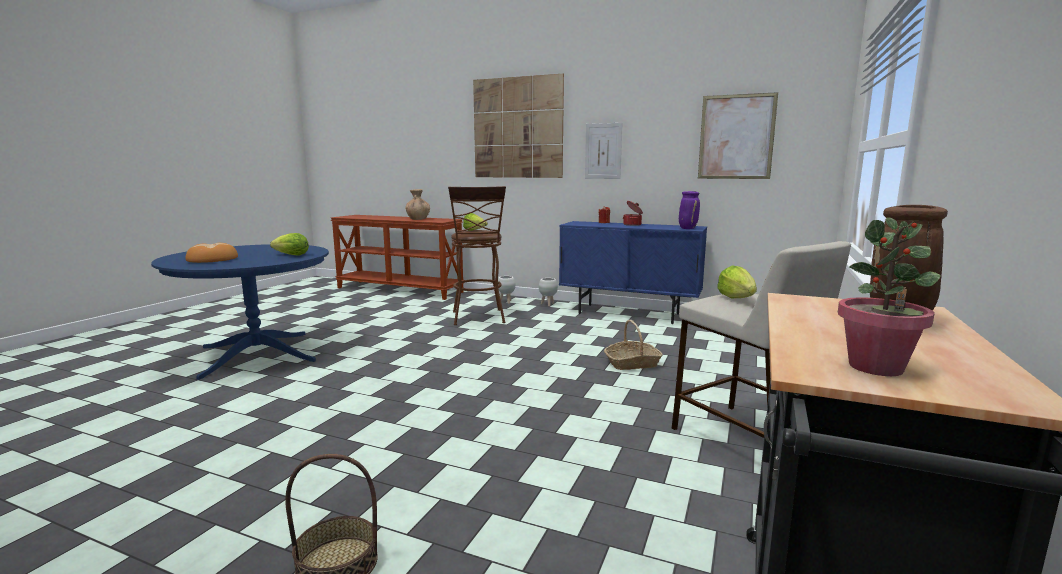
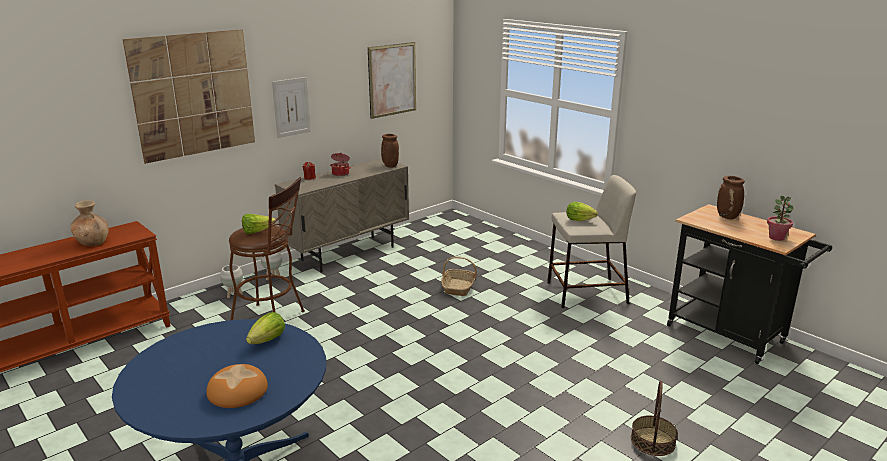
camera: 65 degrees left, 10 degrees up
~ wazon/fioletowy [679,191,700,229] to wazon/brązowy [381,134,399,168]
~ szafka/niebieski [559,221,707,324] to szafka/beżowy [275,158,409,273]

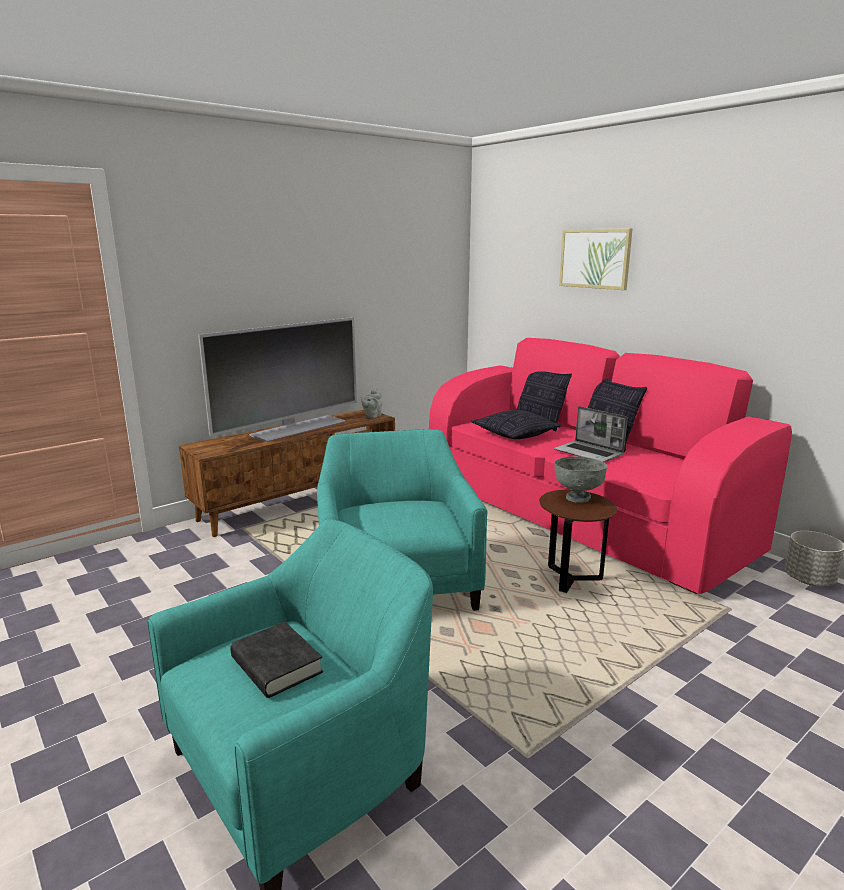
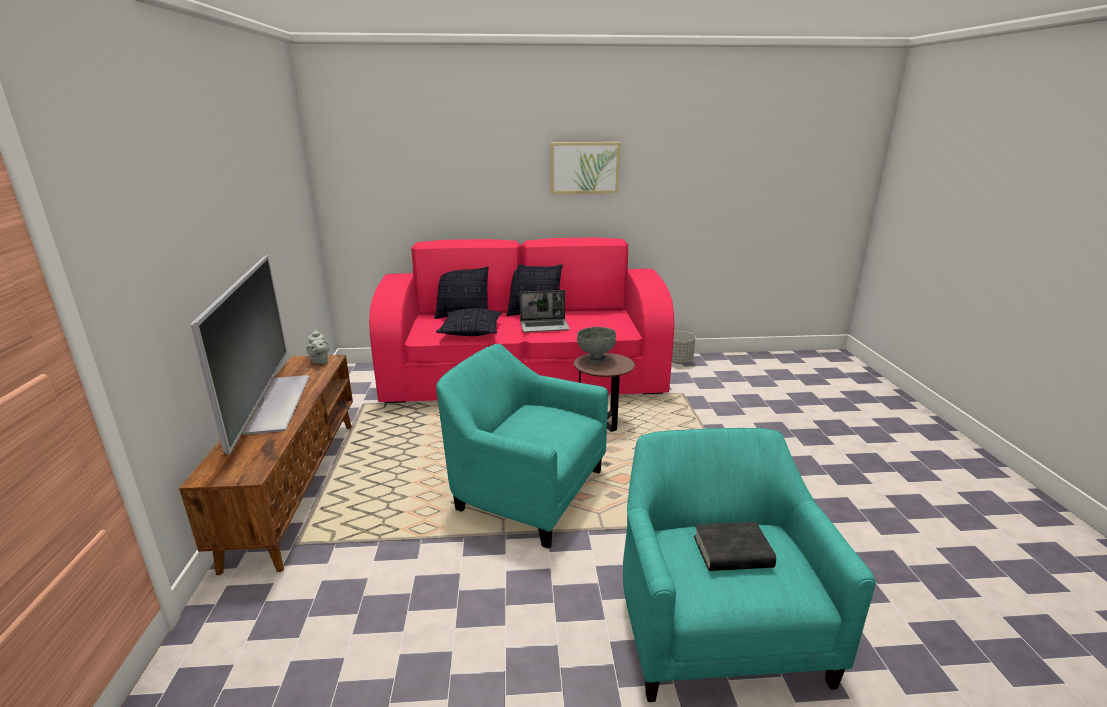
camera: 55 degrees left, 5 degrees up
~ obraz [559,228,633,290] to [551,142,620,194]

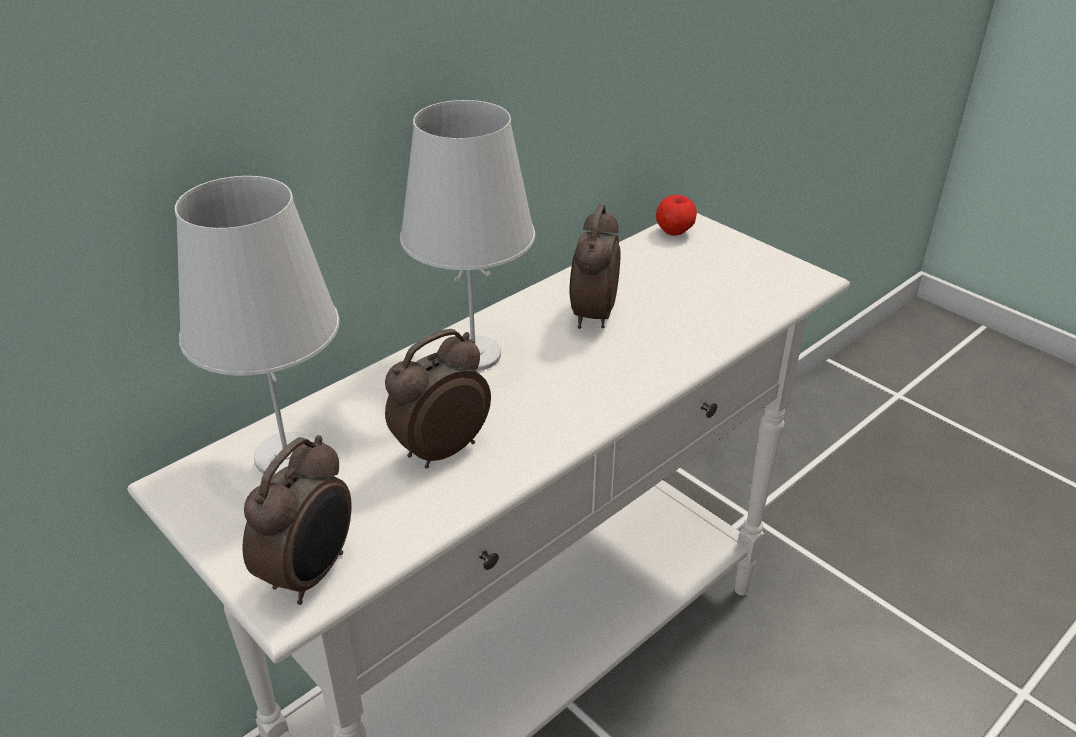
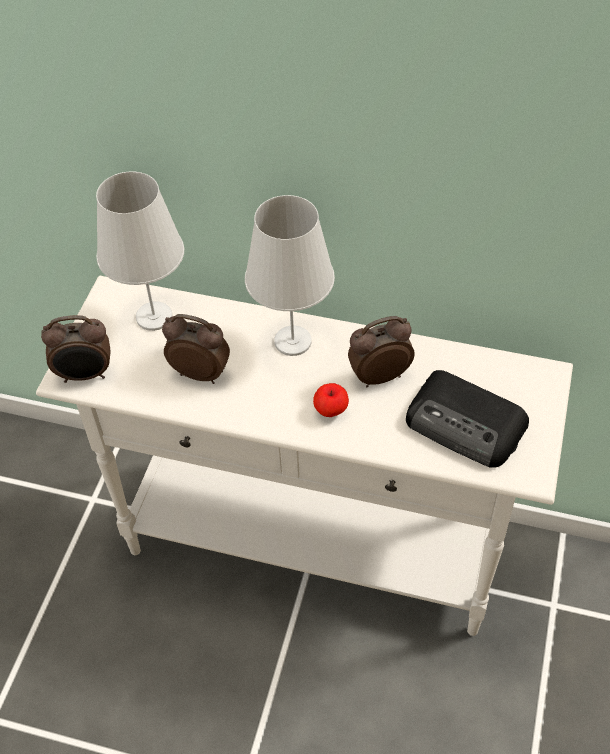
camera: 60 degrees right, 15 degrees up
~ jabłko [656,195,697,236] to [313,383,349,417]
+ radio [406,370,529,468]

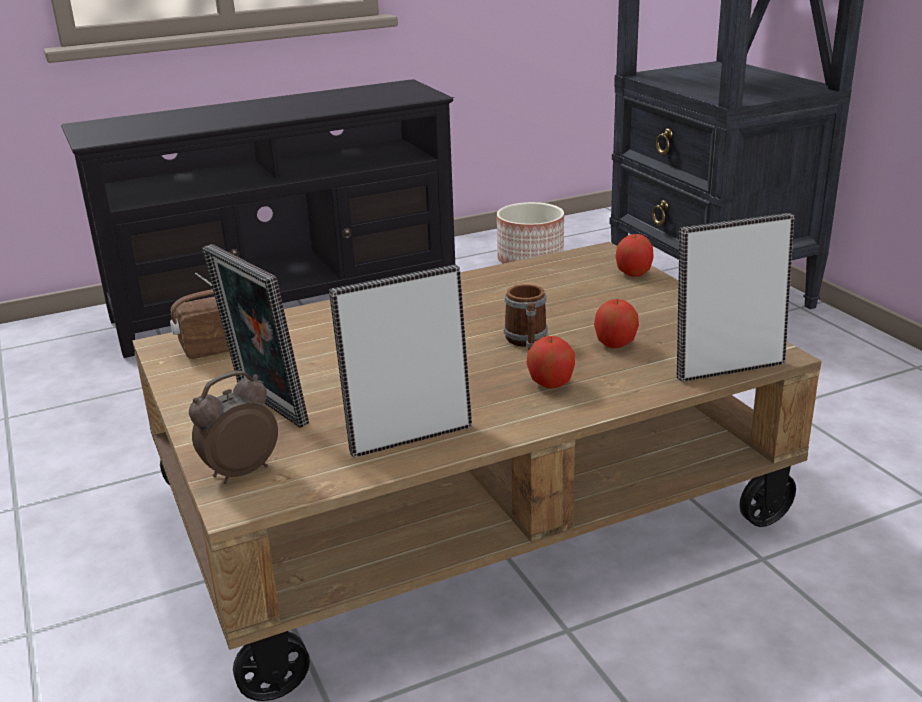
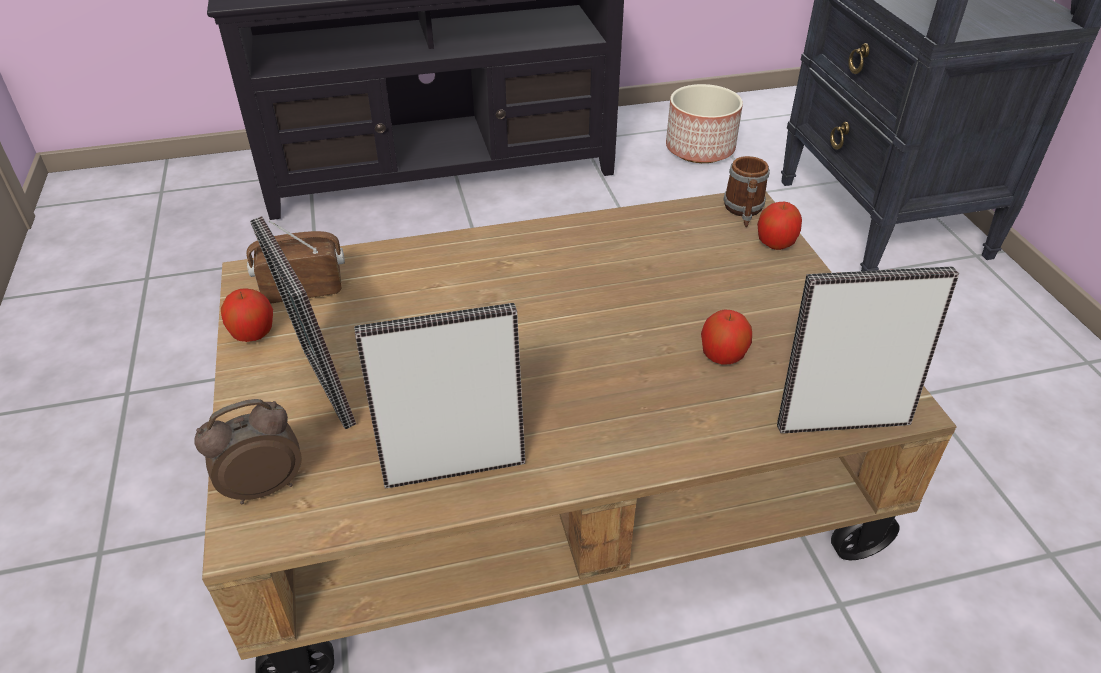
camera: 10 degrees right, 15 degrees up
~ kubek [504,284,548,350] to [723,156,770,227]
~ jabłko [526,336,575,388] to [221,288,273,342]

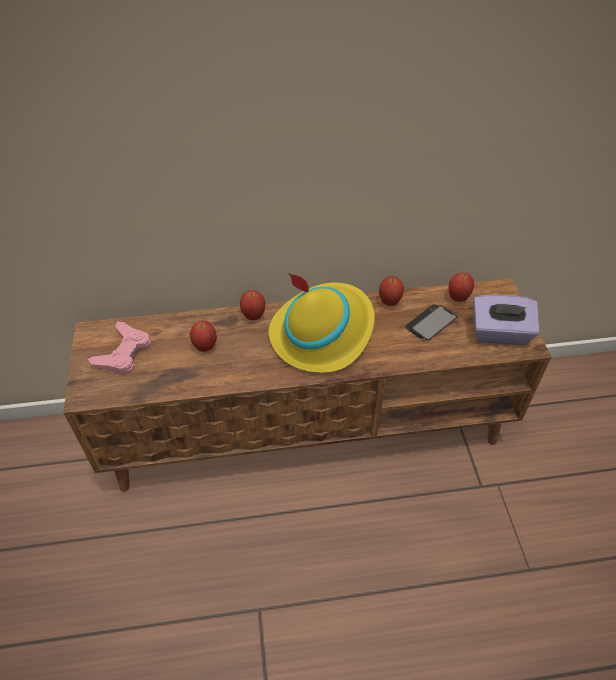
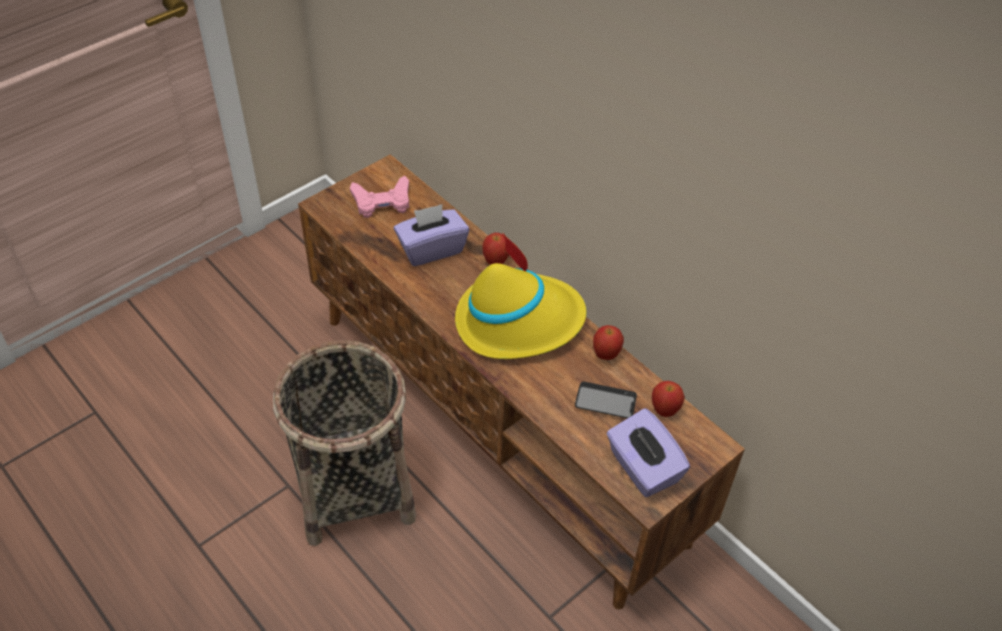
camera: 55 degrees right, 0 degrees up
~ jabłko [190,320,217,352] to pudełko chusteczek/fioletowy [394,204,469,266]
+ koszyk [273,340,416,546]

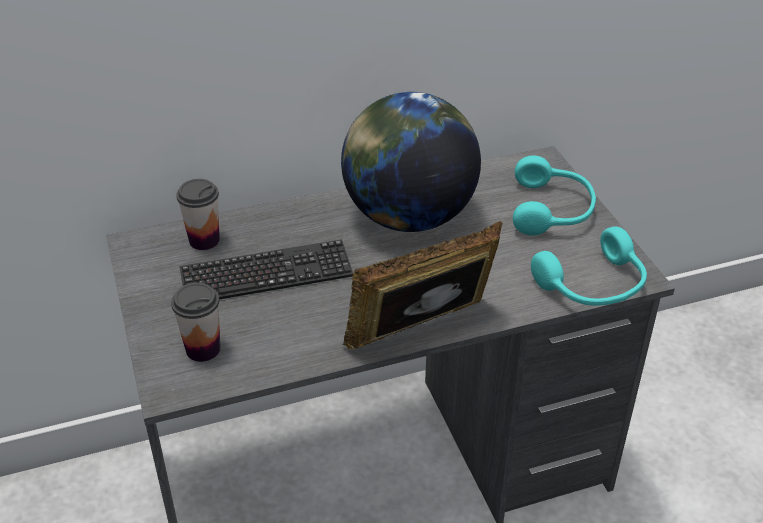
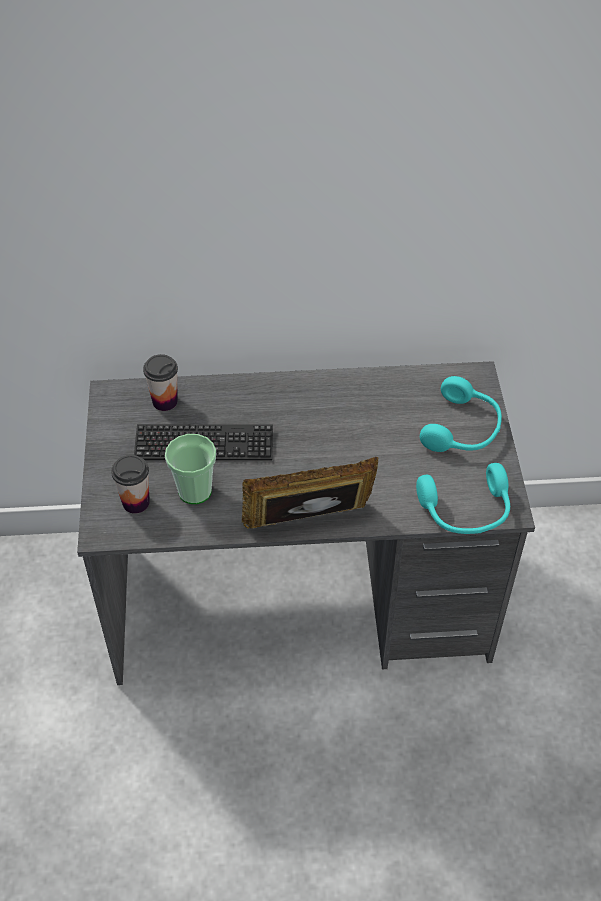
camera: 15 degrees right, 10 degrees up
- globus [341,92,481,232]
+ filiżanka [165,434,216,504]

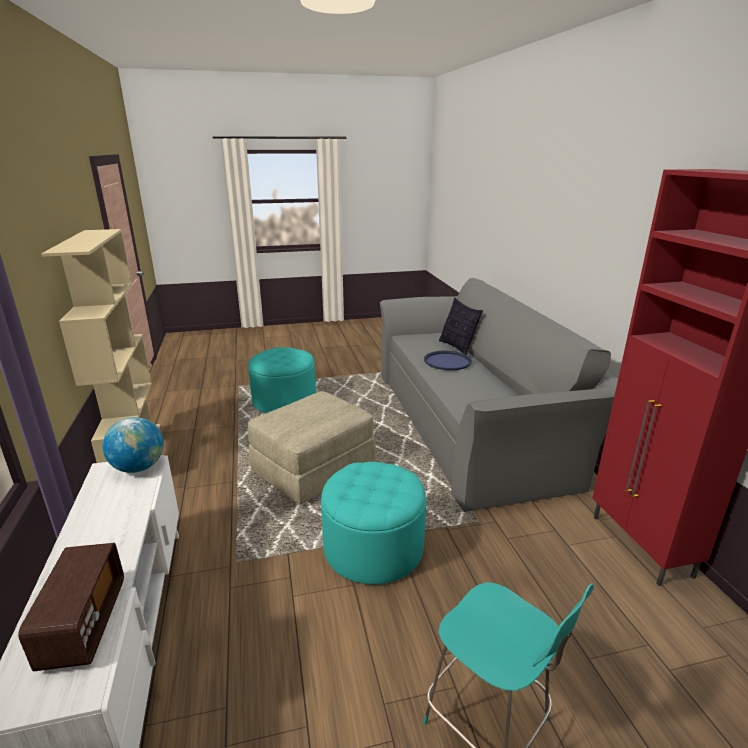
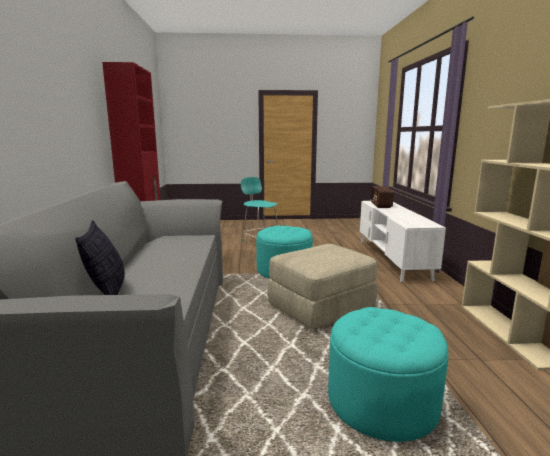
camera: 170 degrees left, 10 degrees down
- taca/niebieski [424,351,472,370]
- globus [103,417,164,473]

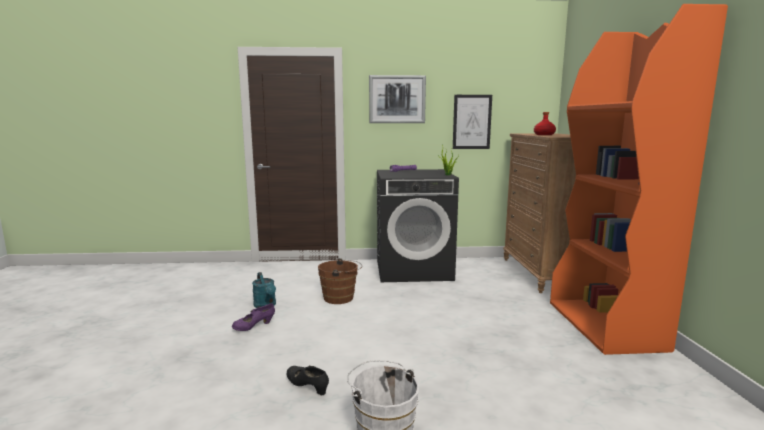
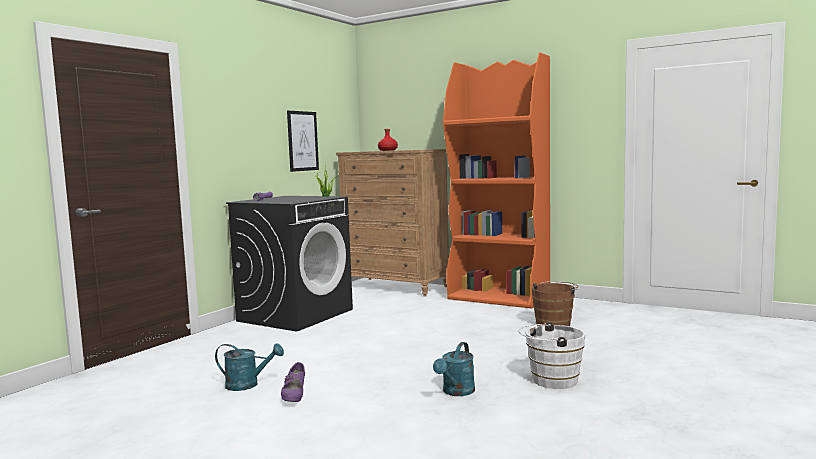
camera: 55 degrees left, 5 degrees down
- obraz [369,75,426,123]
~ wiadro/brązowy [318,258,362,304] to [531,281,578,326]
~ but/czarny [287,366,329,395] to konewka/turkusowy [433,342,475,396]

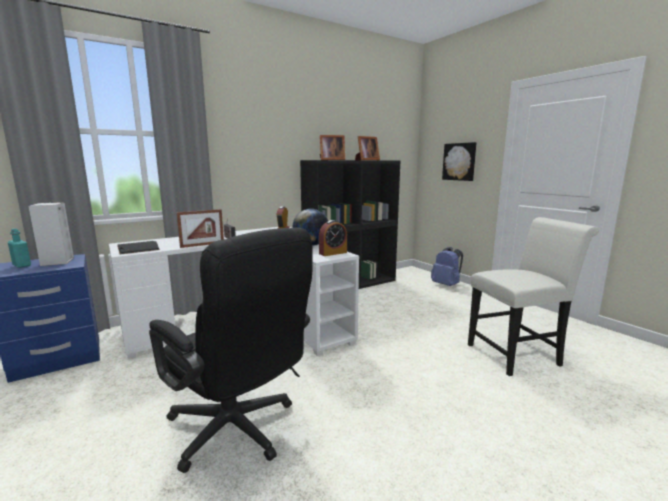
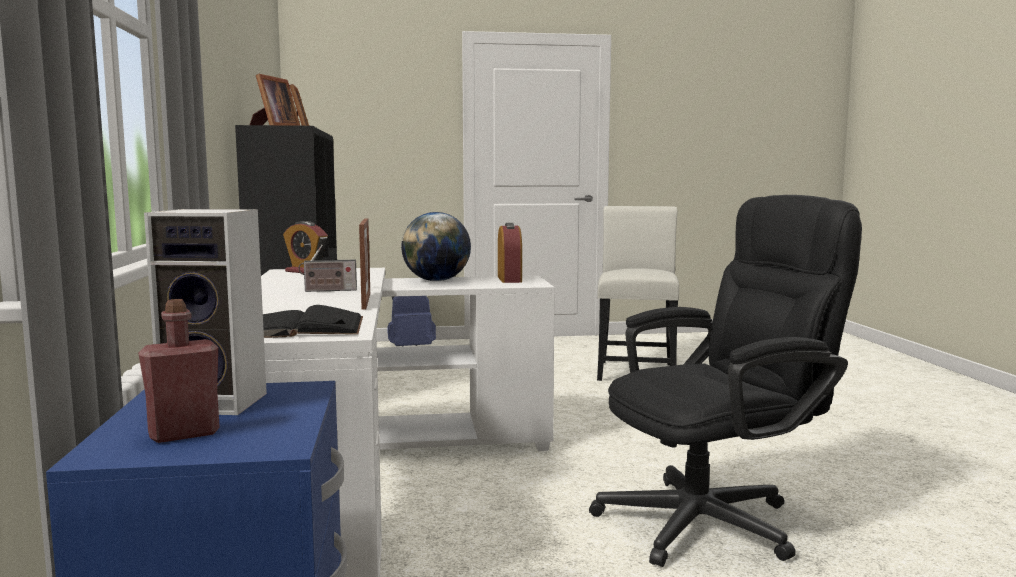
camera: 65 degrees left, 5 degrees down
- obraz [442,142,477,181]
~ butelka/turkusowy [8,228,31,268] to butelka/czerwony [138,299,220,443]

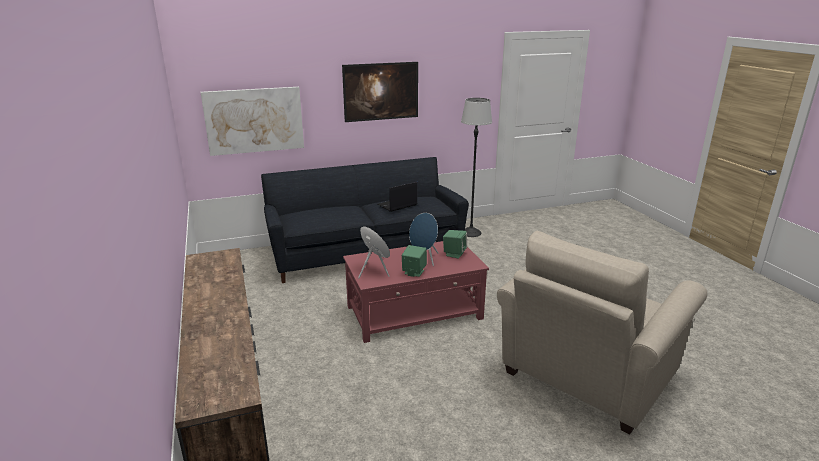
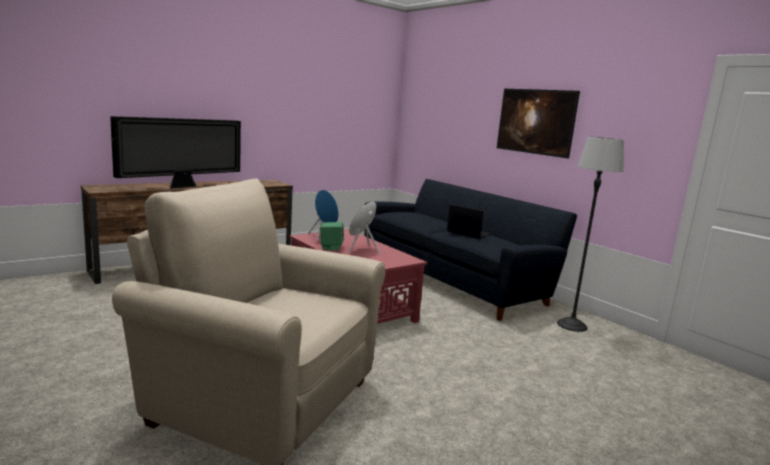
camera: 70 degrees right, 10 degrees down
- obraz [201,87,304,156]
- głośnik/zielony [443,230,467,259]
+ telewizor [110,116,241,189]

